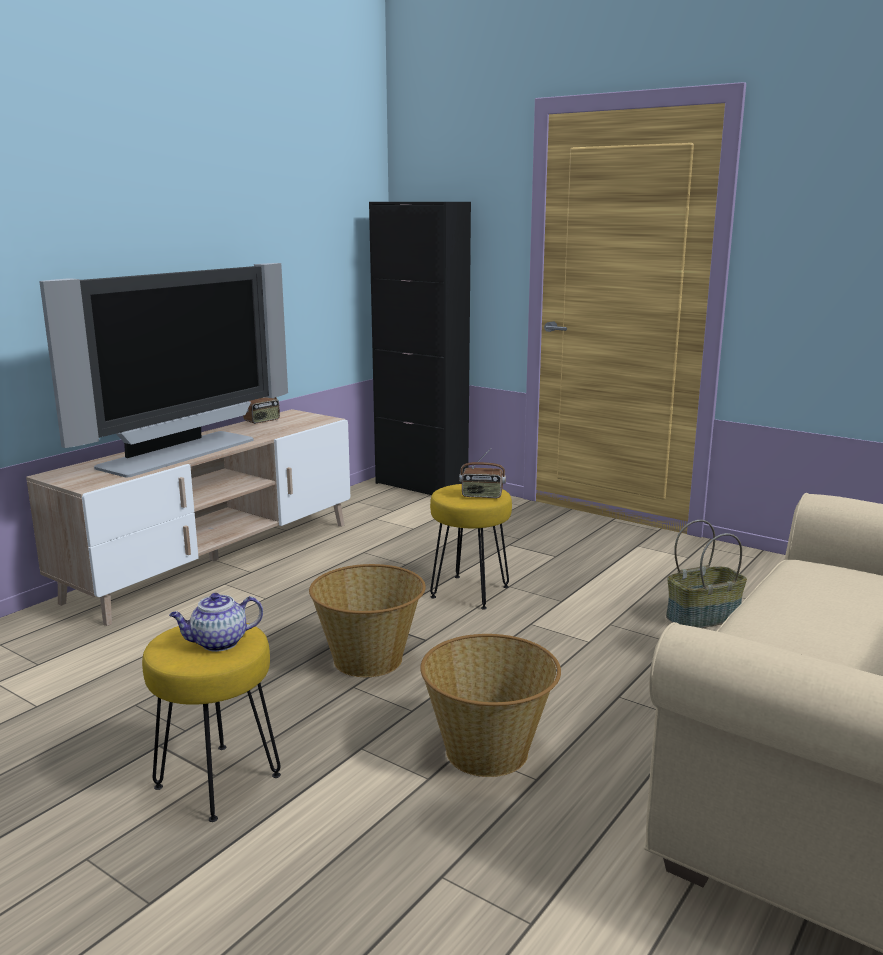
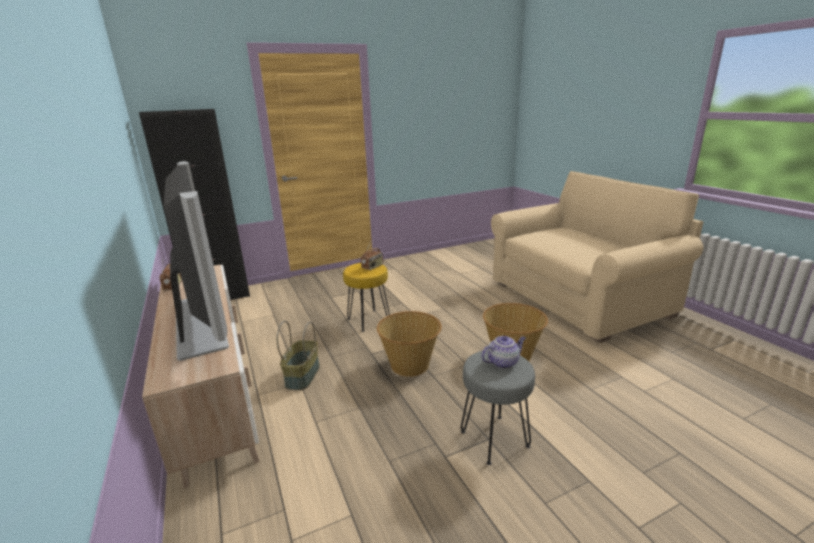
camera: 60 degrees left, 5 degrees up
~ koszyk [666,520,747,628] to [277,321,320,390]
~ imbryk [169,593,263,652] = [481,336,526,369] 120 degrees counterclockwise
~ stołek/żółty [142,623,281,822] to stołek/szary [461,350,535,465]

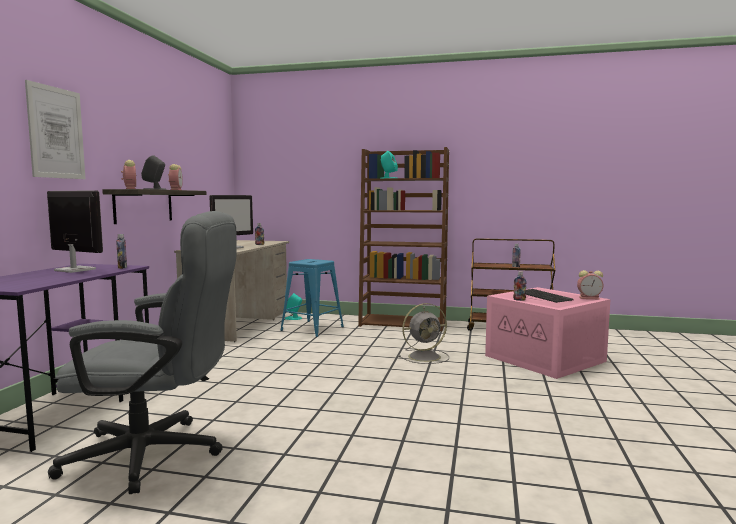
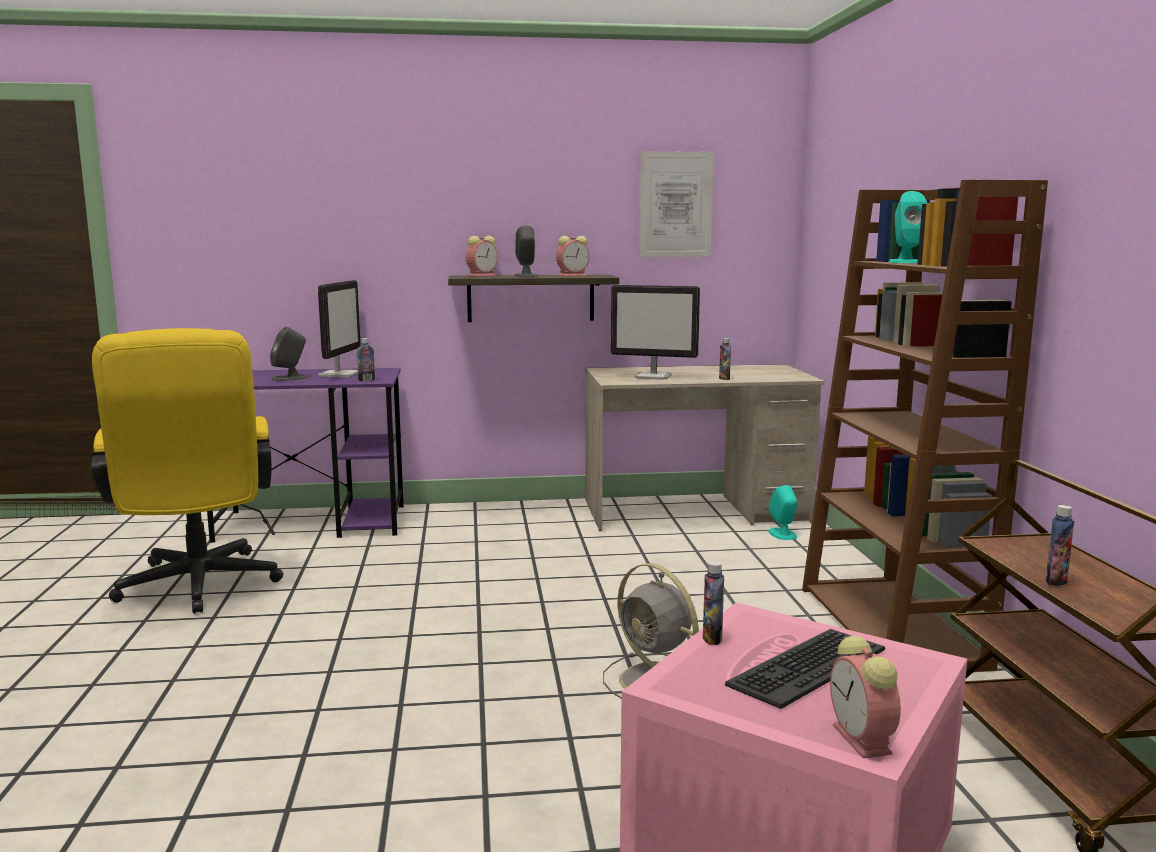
camera: 70 degrees right, 5 degrees up
~ obraz [25,80,85,179] to [639,151,714,257]
~ krzesło biurowe/szary [48,211,237,494] to krzesło biurowe/żółty [91,328,283,613]
- stołek/niebieski [280,259,344,337]
+ głośnik/szary [270,326,307,381]

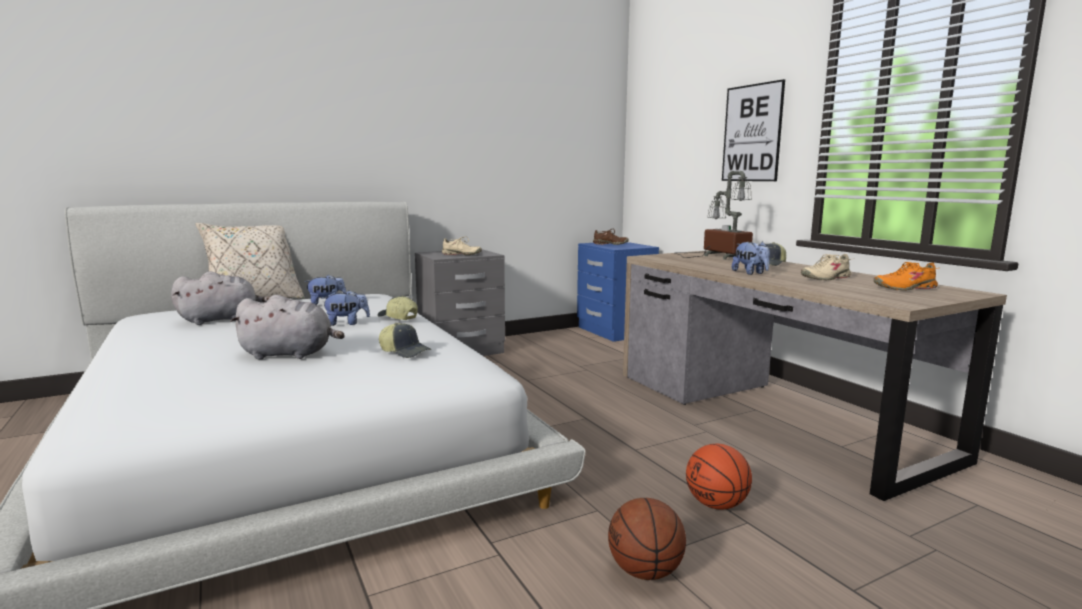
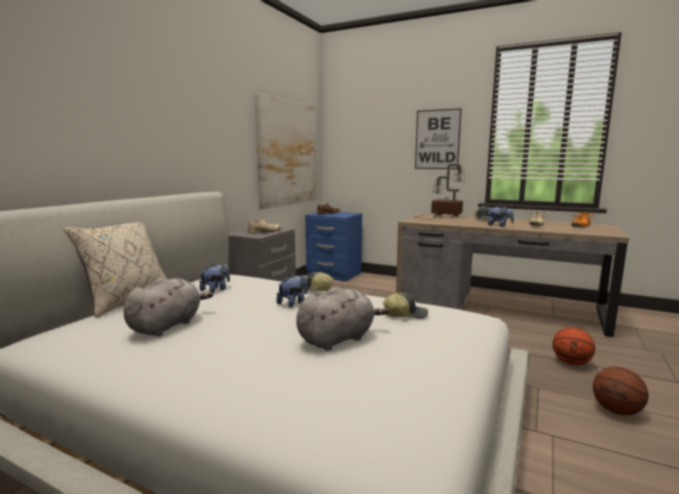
camera: 35 degrees left, 0 degrees up
+ obraz [255,93,317,209]

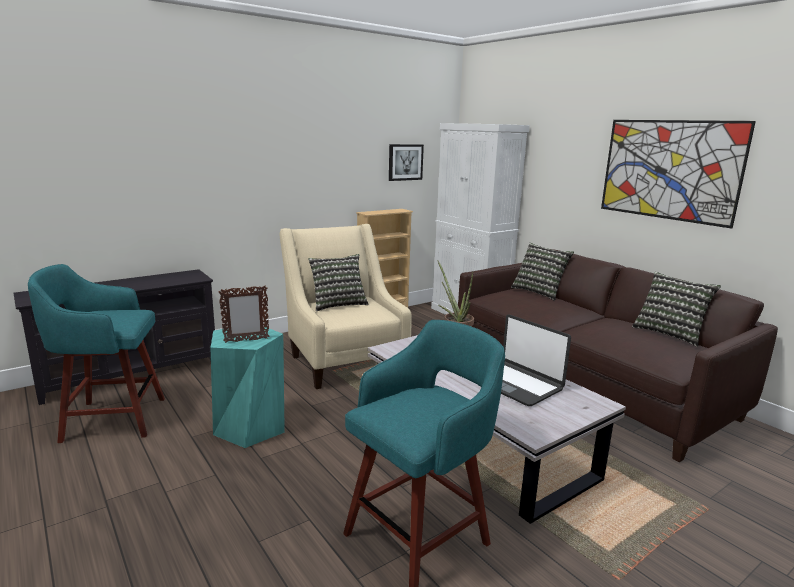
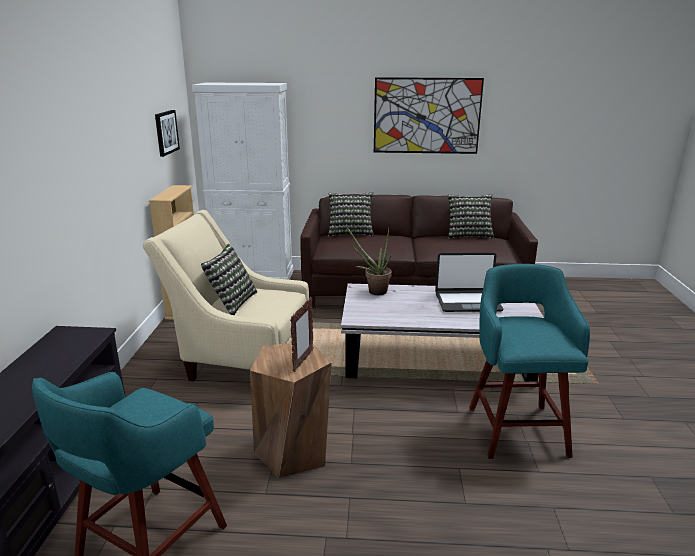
camera: 50 degrees left, 5 degrees up
~ stołek/turkusowy [210,326,285,448] to stołek/brązowy [250,343,332,478]

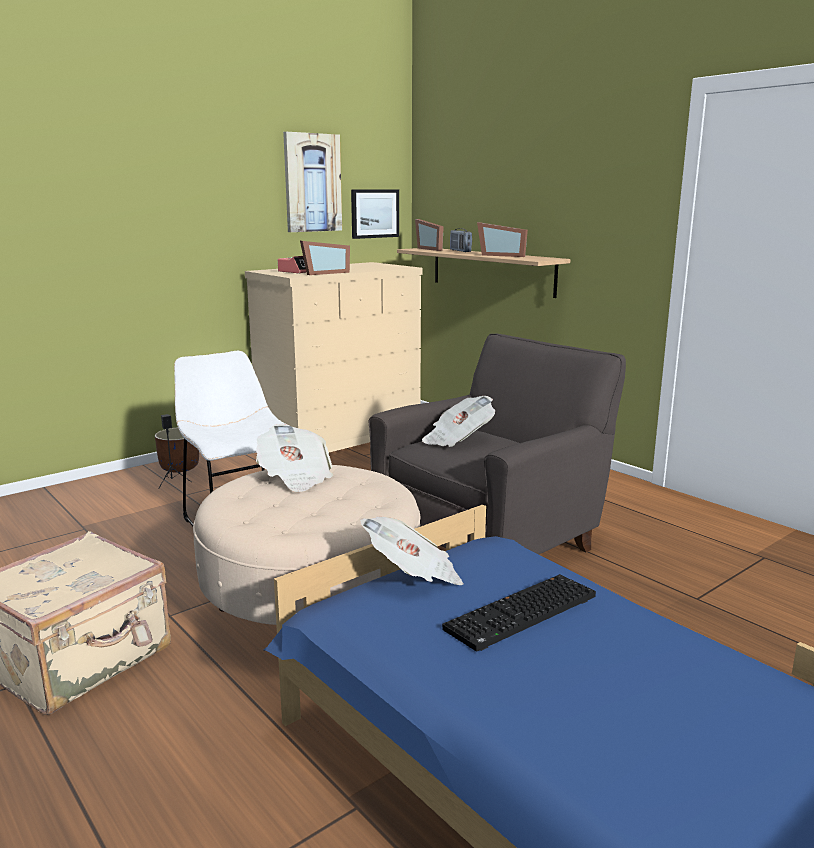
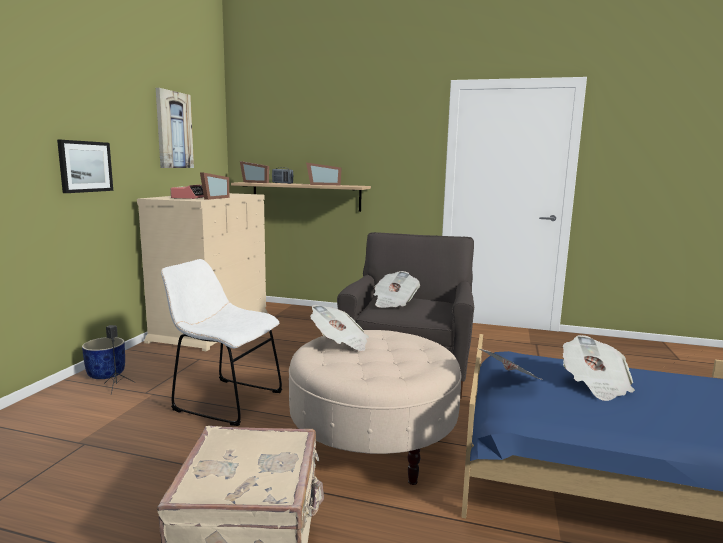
camera: 35 degrees left, 5 degrees down
~ obraz [351,189,399,239] to [57,140,113,193]
~ donica/brązowy [155,428,199,472] to donica/niebieski [82,337,125,379]
~ klawiatura [442,574,596,651] to gazeta [563,335,635,401]

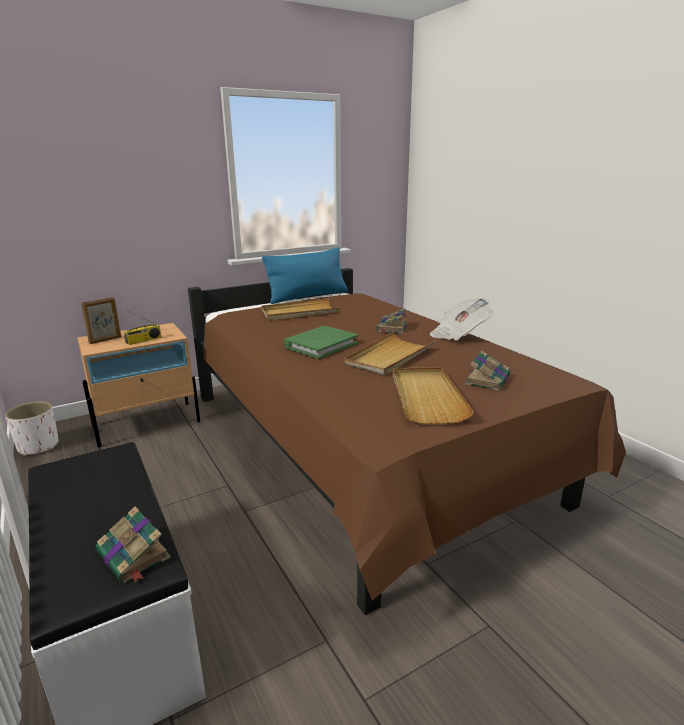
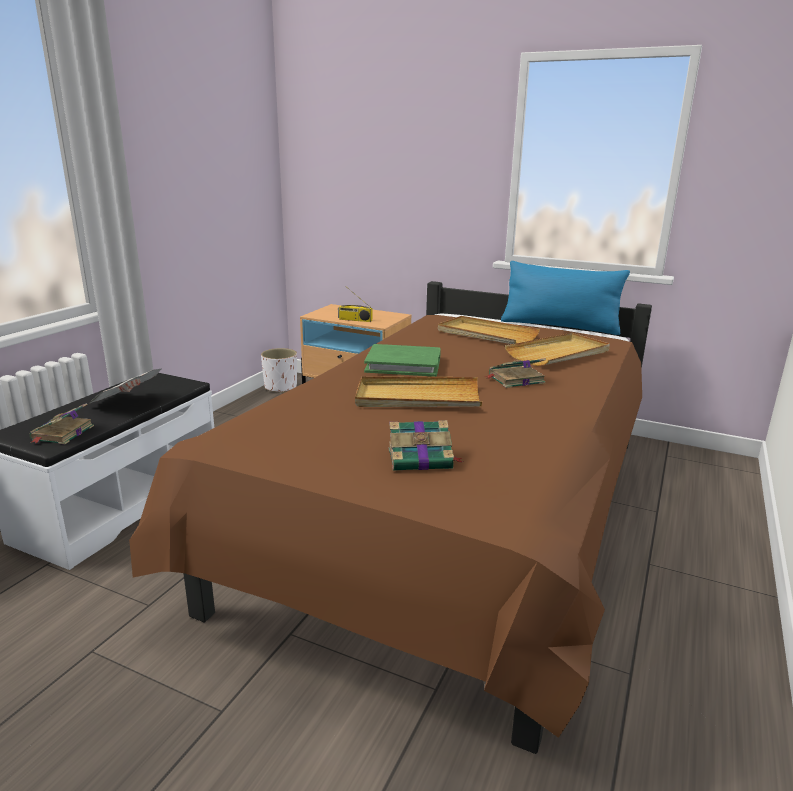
camera: 55 degrees right, 0 degrees up
- ramka na zdjęcie [81,297,121,344]
~ gazeta [430,298,493,340] to [90,369,162,403]
~ taca/beżowy [393,367,474,424] to [505,333,610,366]

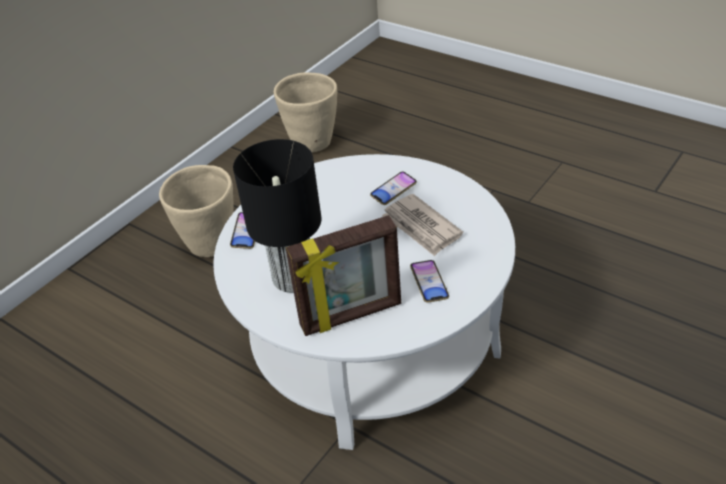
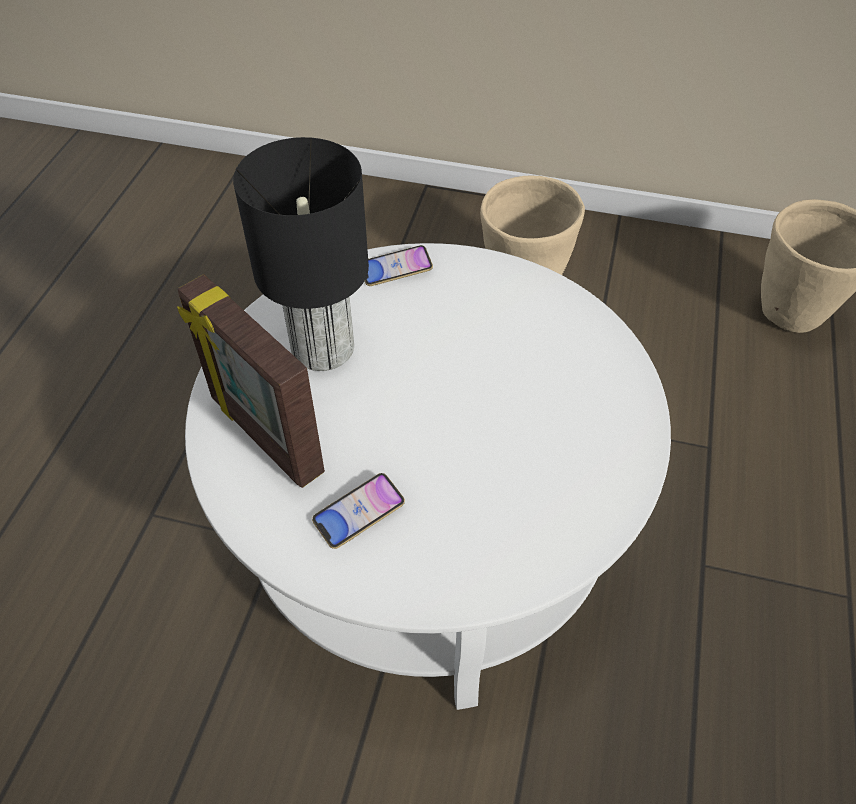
camera: 65 degrees right, 10 degrees up
- telefon [370,172,417,205]
- gazeta [382,194,463,256]

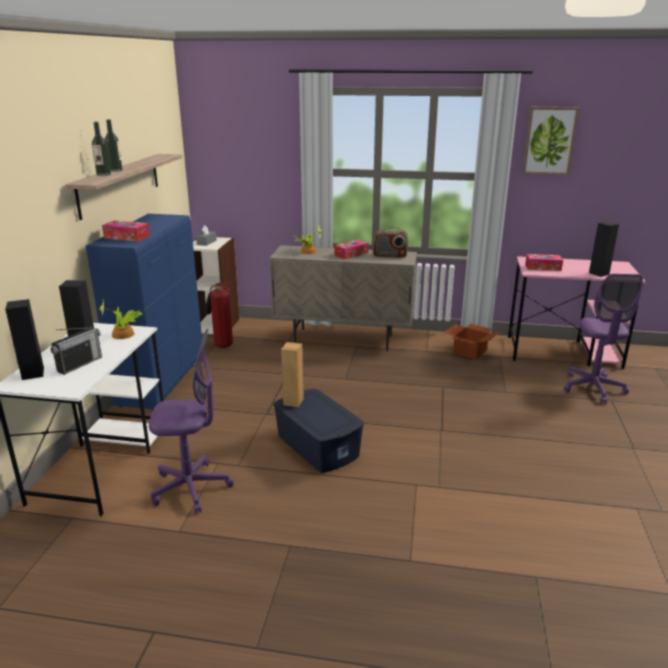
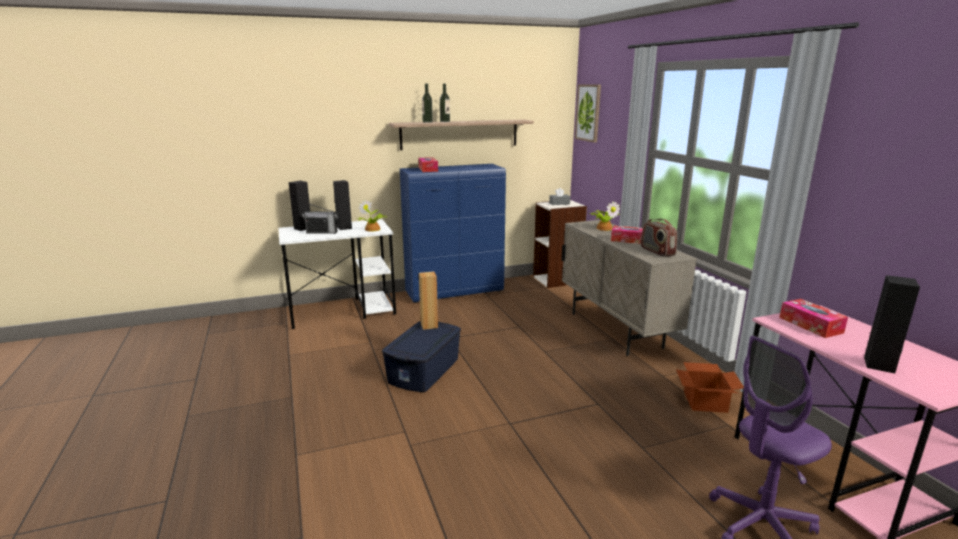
camera: 60 degrees right, 5 degrees down
~ obraz [522,107,579,175] to [575,84,601,143]
- gaśnica [204,282,233,348]
- krzesło biurowe/fioletowy [149,329,234,514]

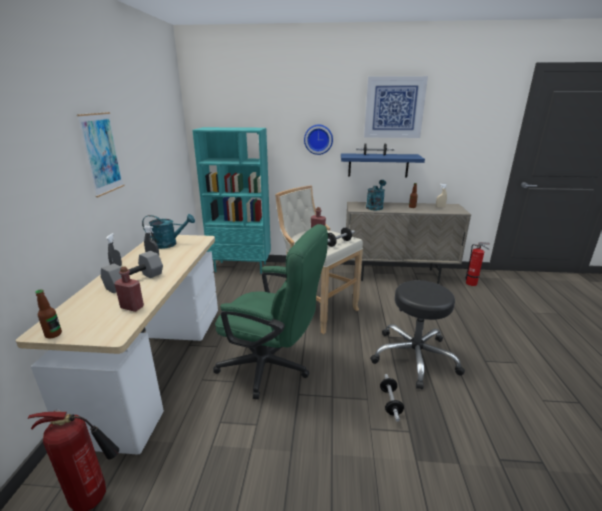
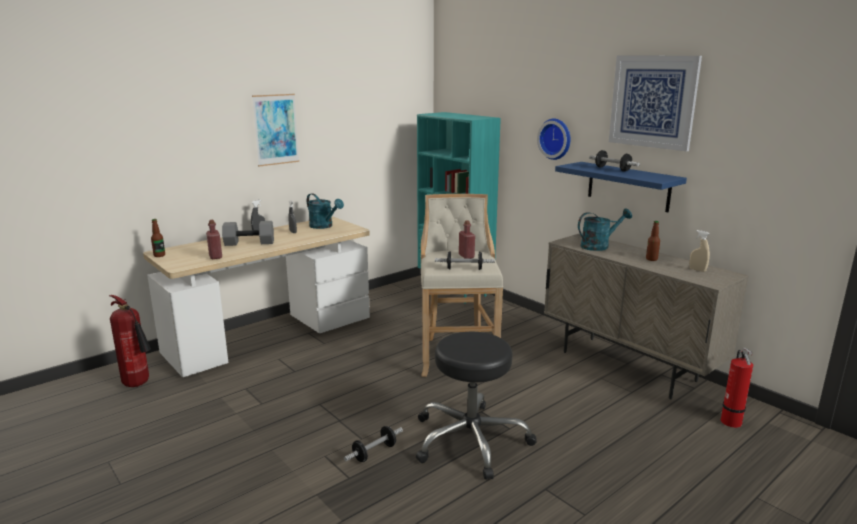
camera: 45 degrees right, 5 degrees down
- krzesło biurowe/zielony [213,224,328,399]

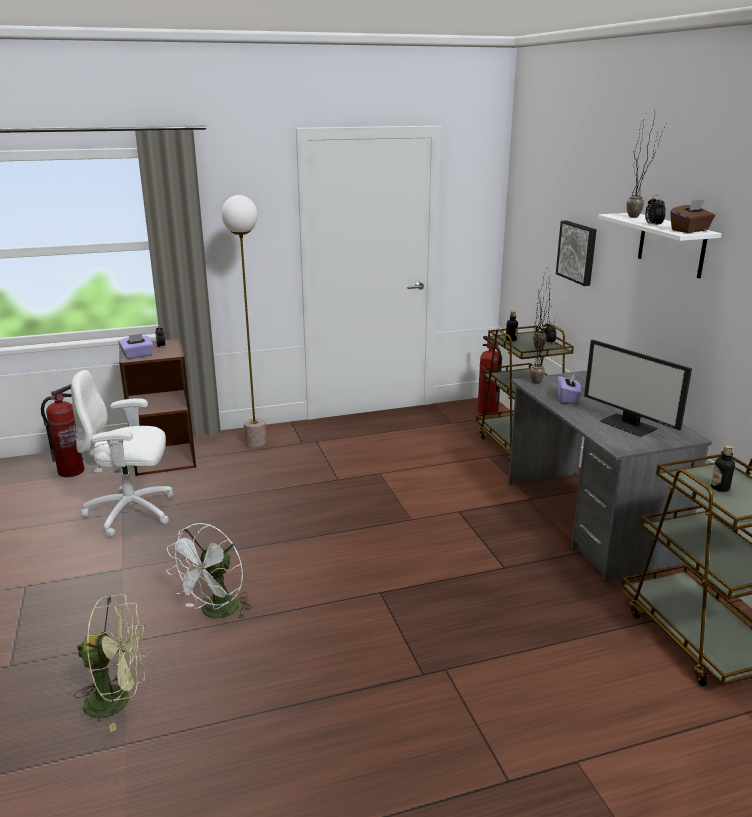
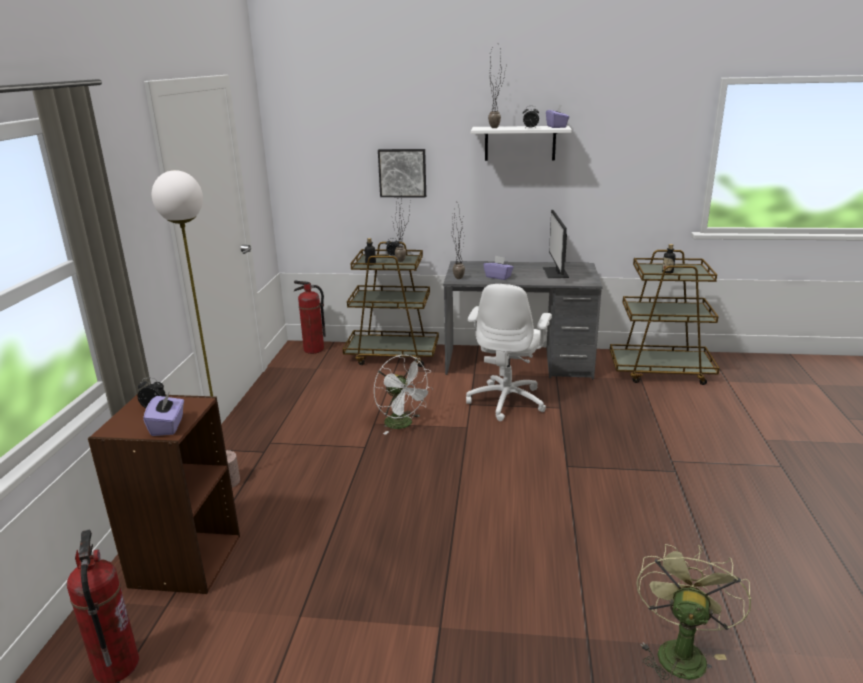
camera: 65 degrees left, 0 degrees up
~ pudełko chusteczek/brązowy [670,199,715,233] to pudełko chusteczek/fioletowy [546,105,569,128]
~ monitor [584,340,692,437] = [543,210,569,278] 105 degrees clockwise
~ krzesło biurowe/biały [71,370,173,538] to [466,284,552,421]
~ wentylator/biały [166,523,252,619] to [373,355,434,435]

